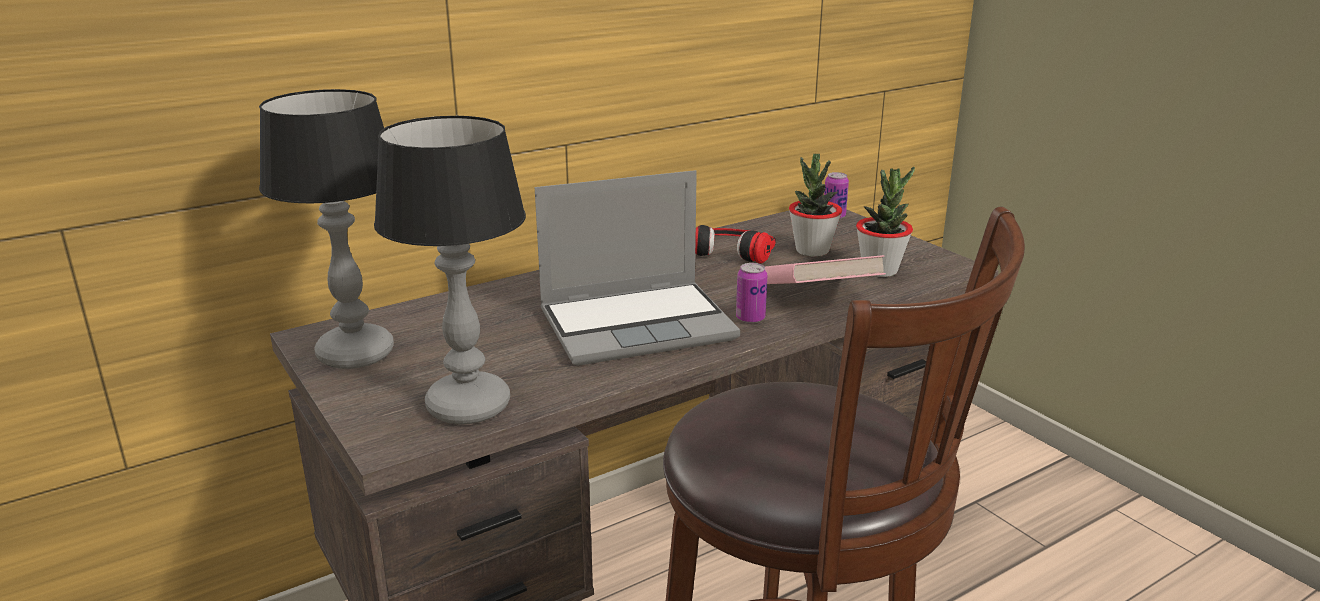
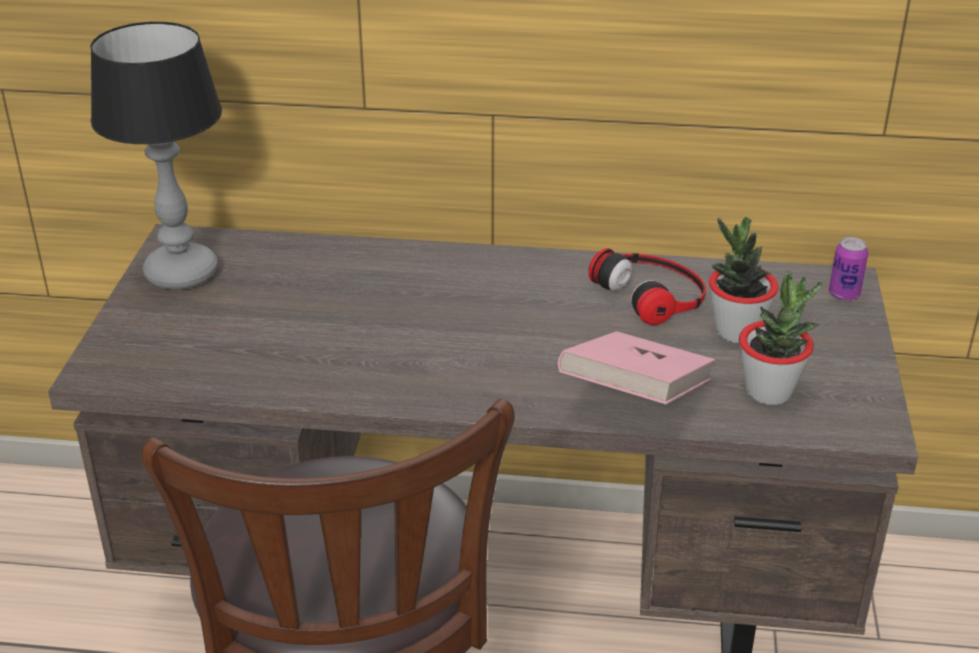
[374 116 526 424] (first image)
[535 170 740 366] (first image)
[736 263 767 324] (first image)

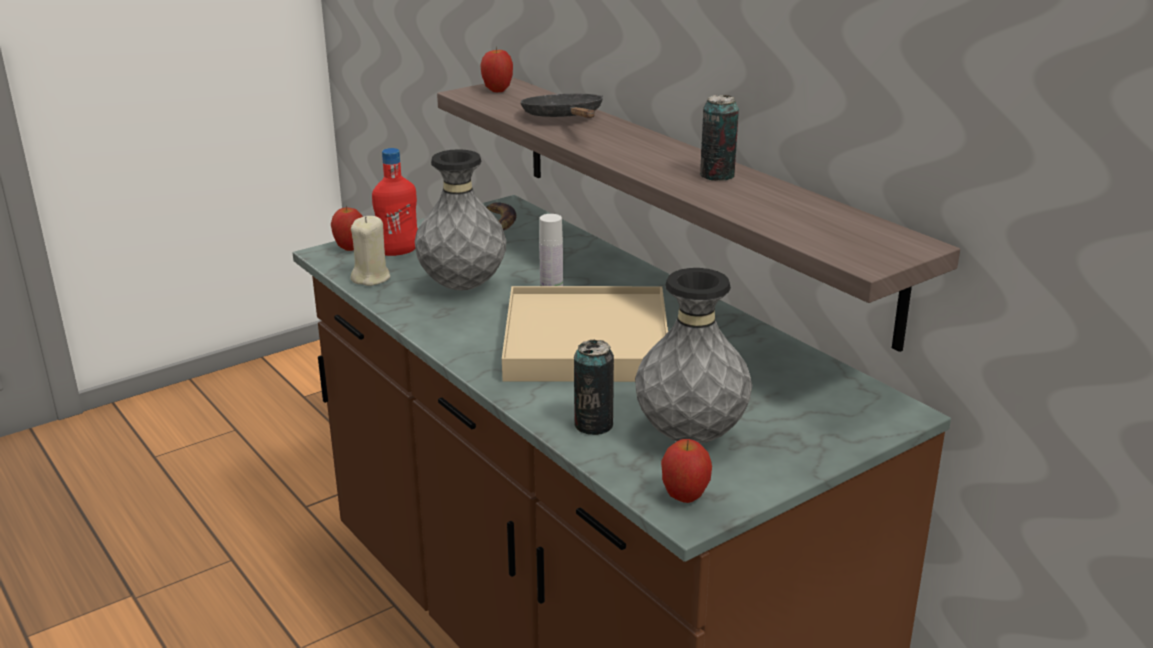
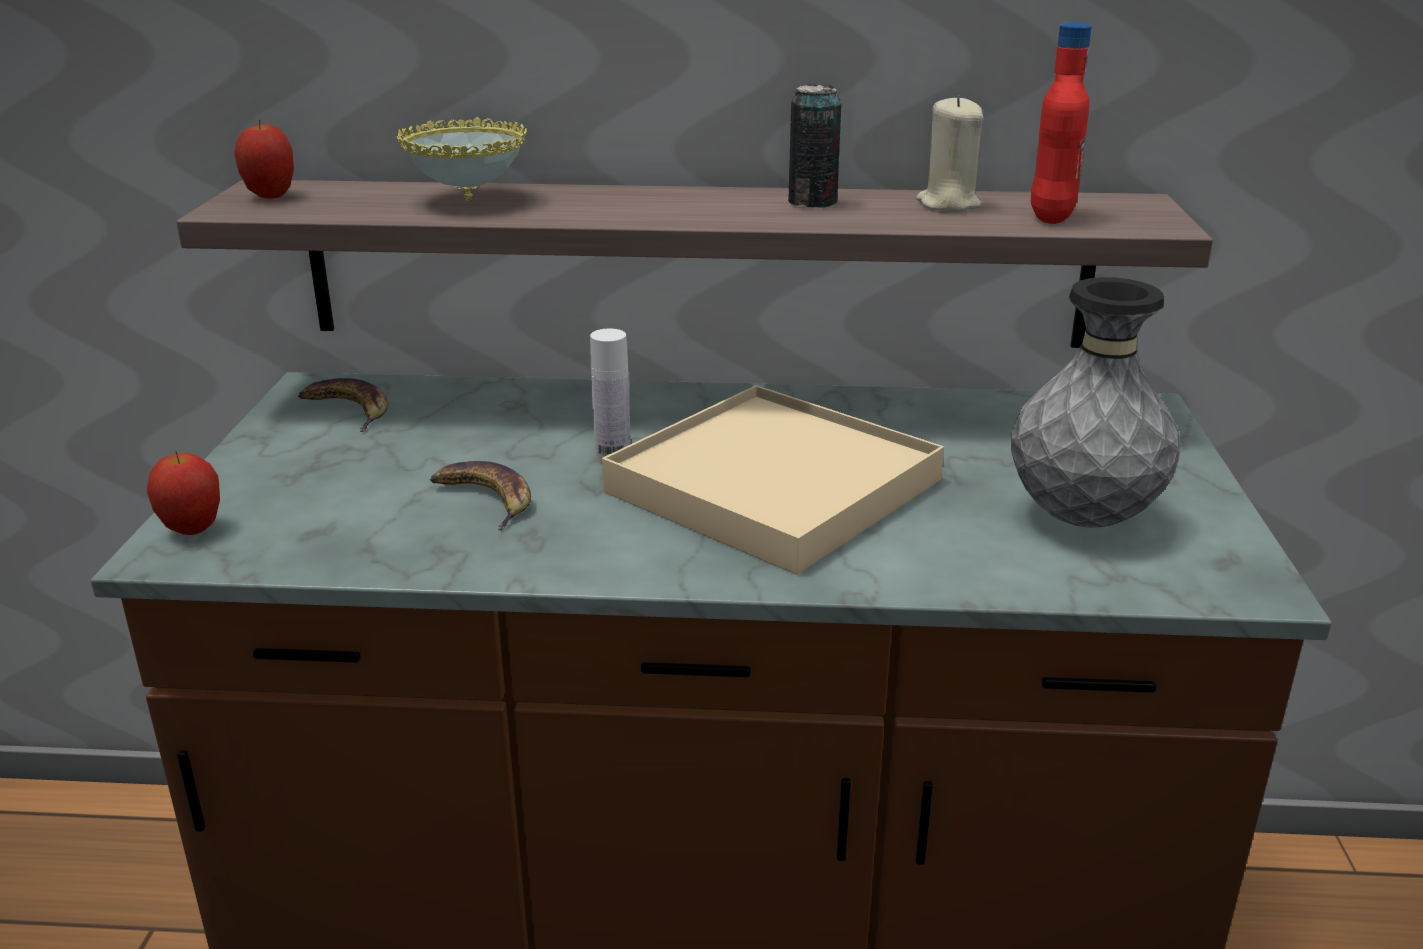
[916 95 983 212]
[1031 22 1092 224]
[430 461 531 530]
[397 117 527 201]
[574 340 614 435] (first image)
[661 439 712 503] (first image)

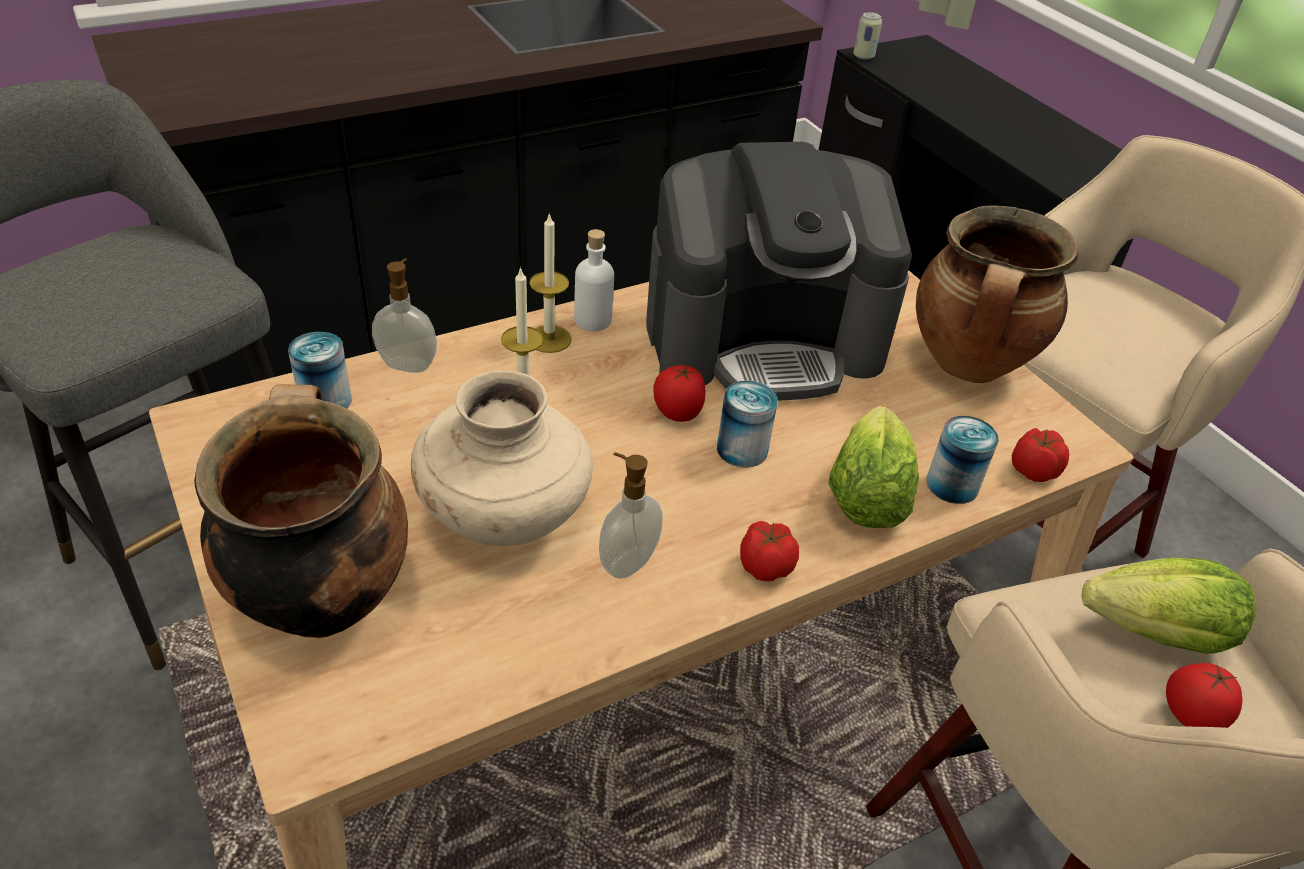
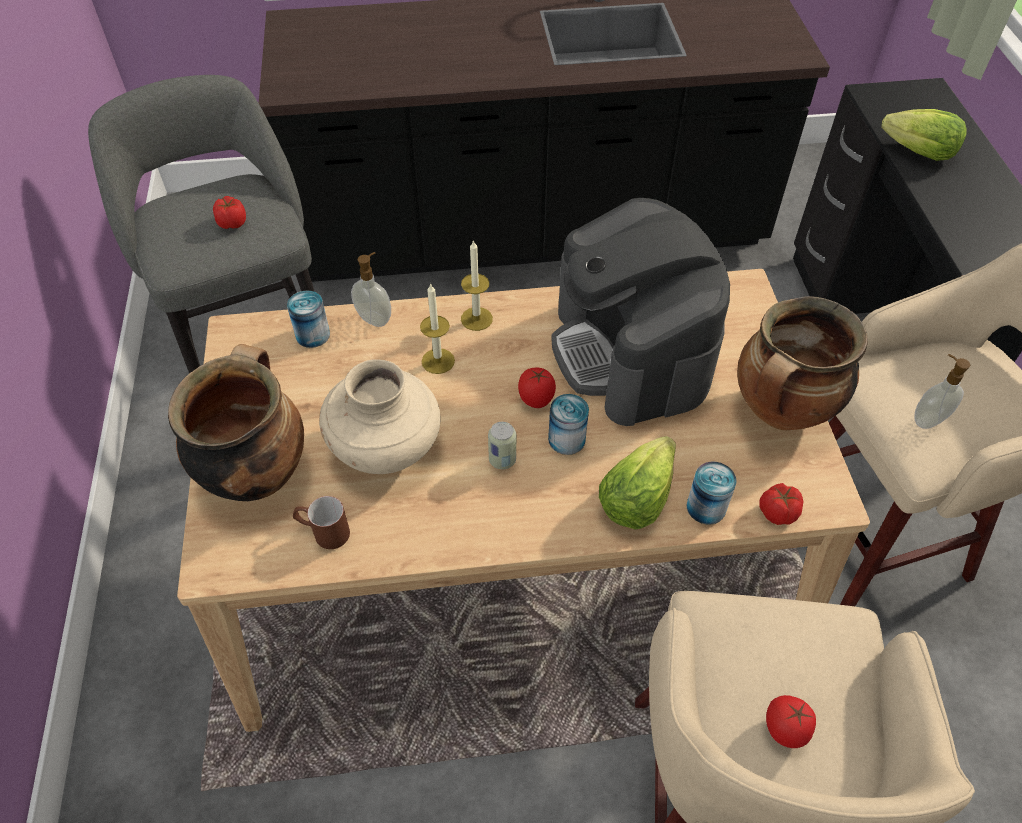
[574 229 614 331] (first image)
[914 354 970 429]
[551 198 730 426]
[213 196 246 229]
[488 422 516 469]
[881 109 967 161]
[293 496 350 549]

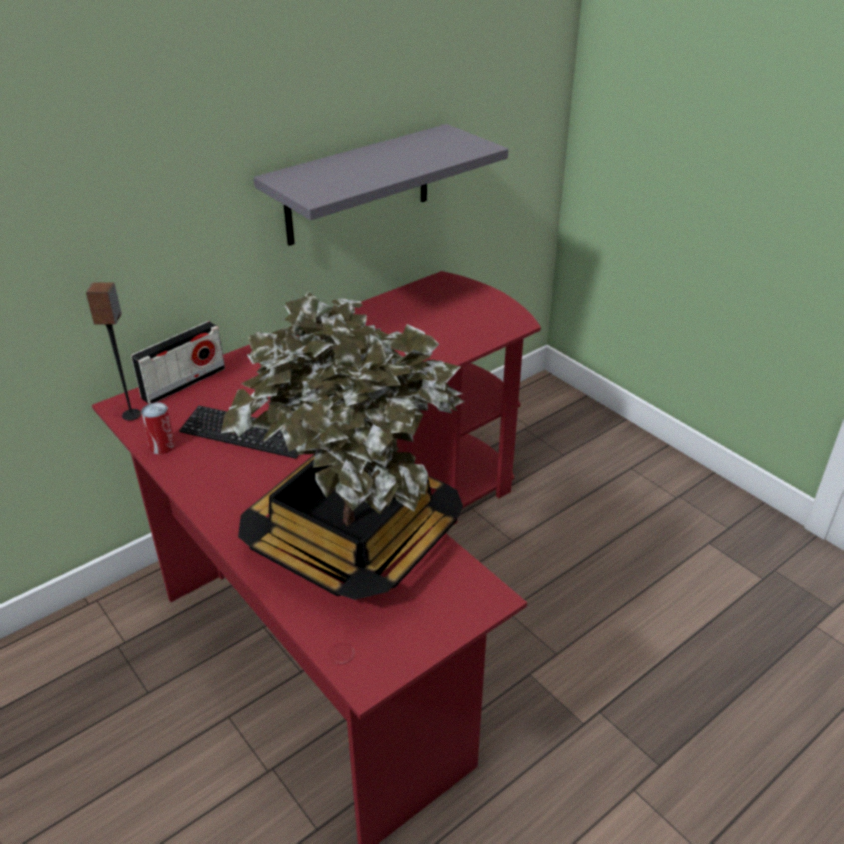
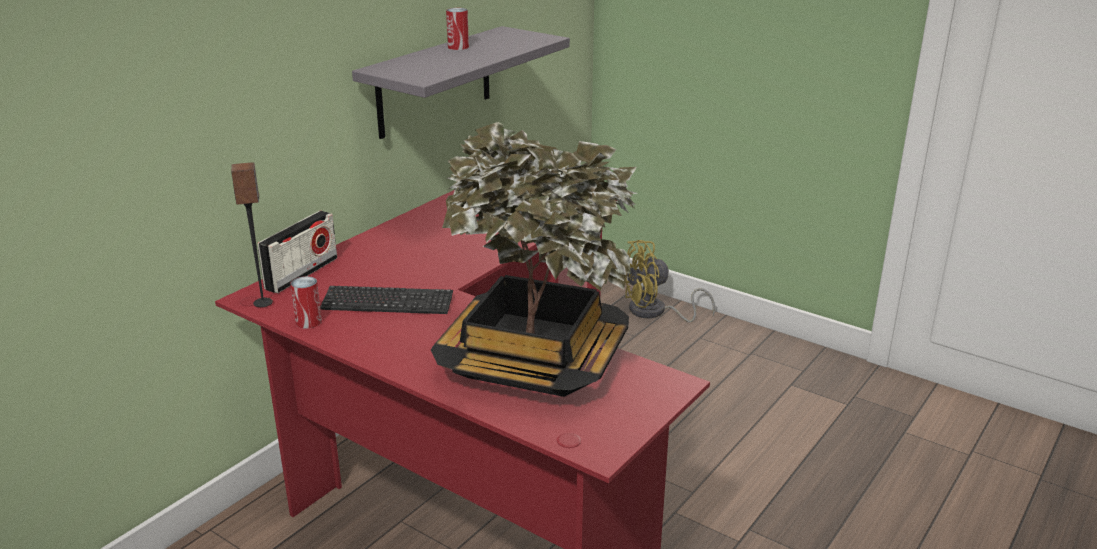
[446 8 469 50]
[625 240 715 322]

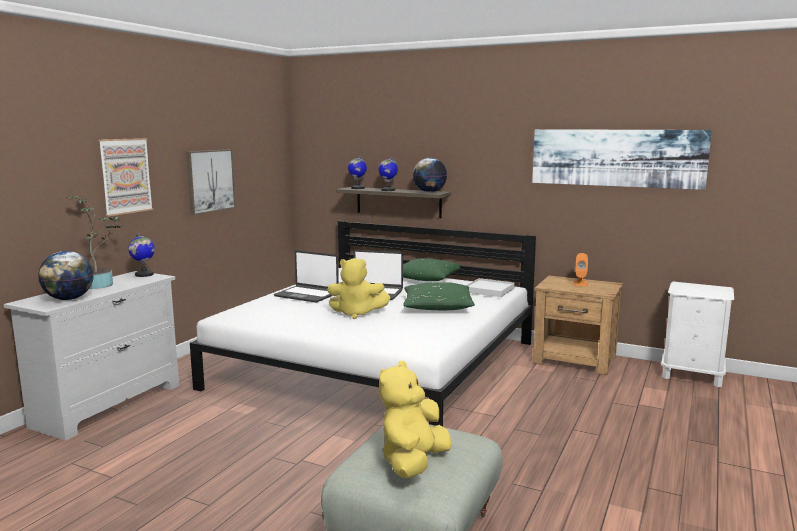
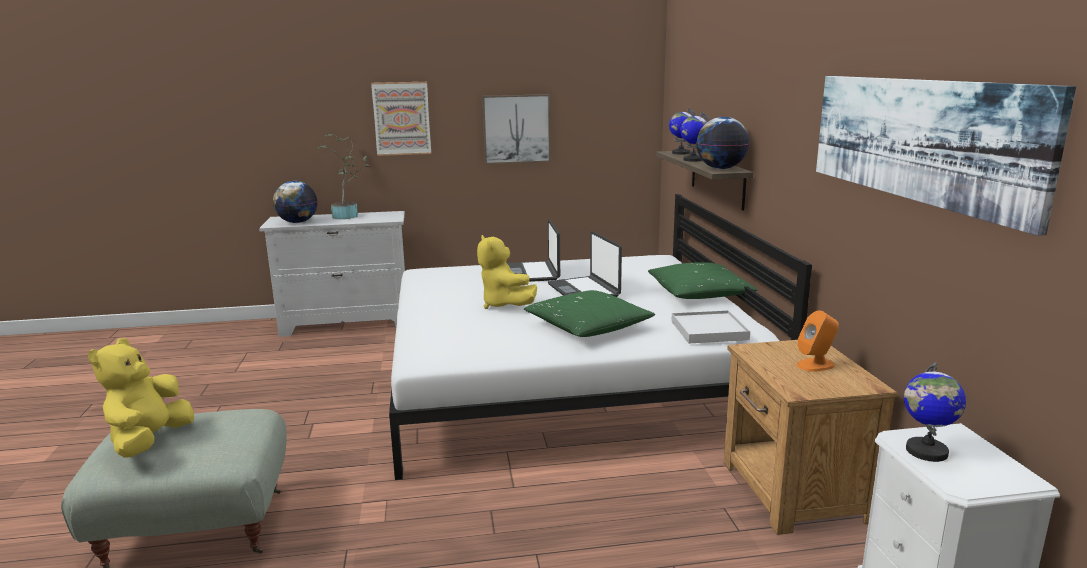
[904 362 966 462]
[88 338 194 458]

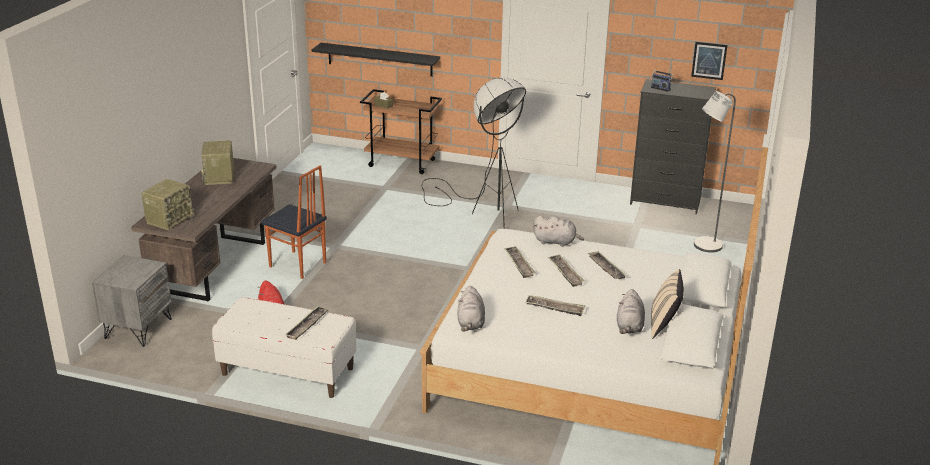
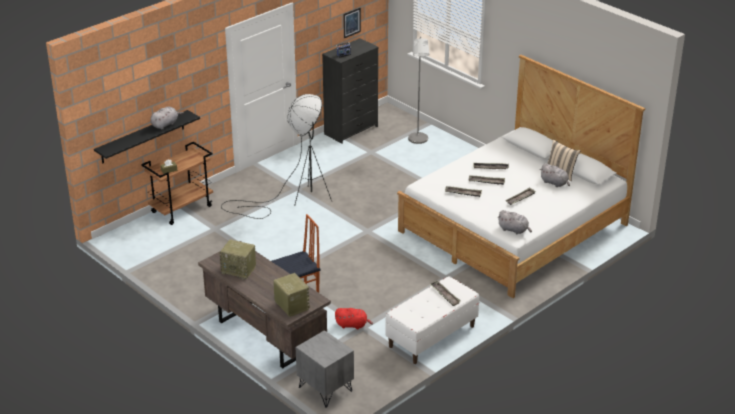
[150 107 184 130]

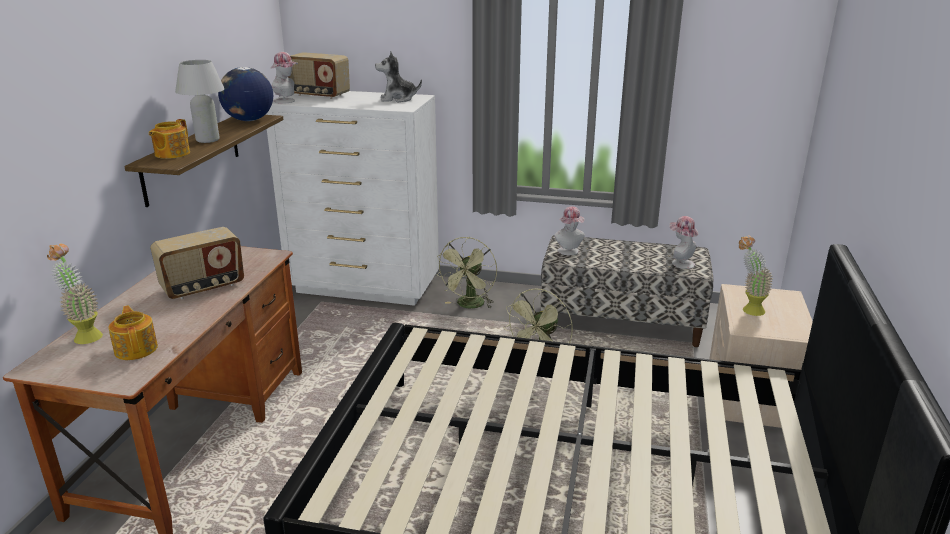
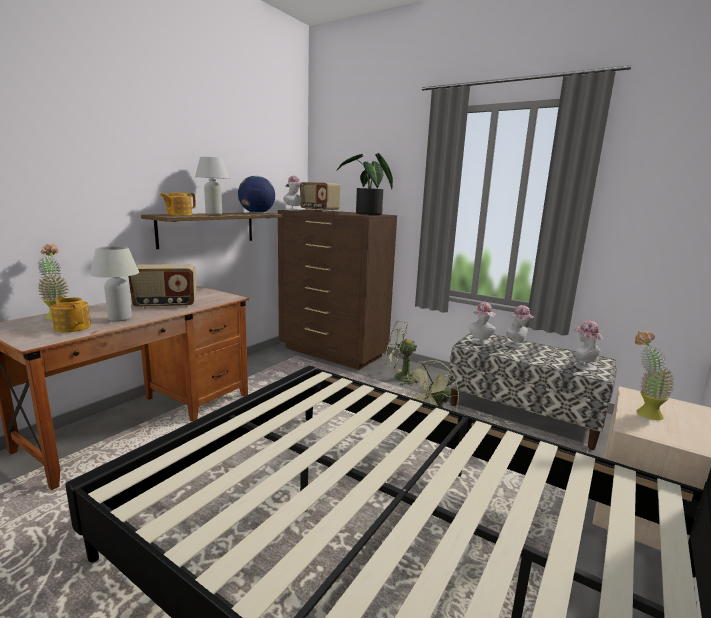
[51 296 91 332]
[278 210 397 370]
[336 153 393 215]
[385 321 419 386]
[90 246 139 322]
[505 305 535 348]

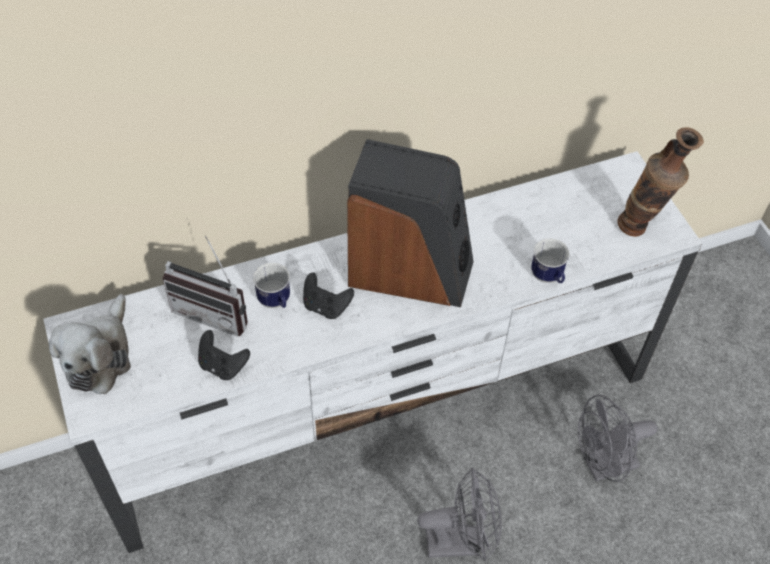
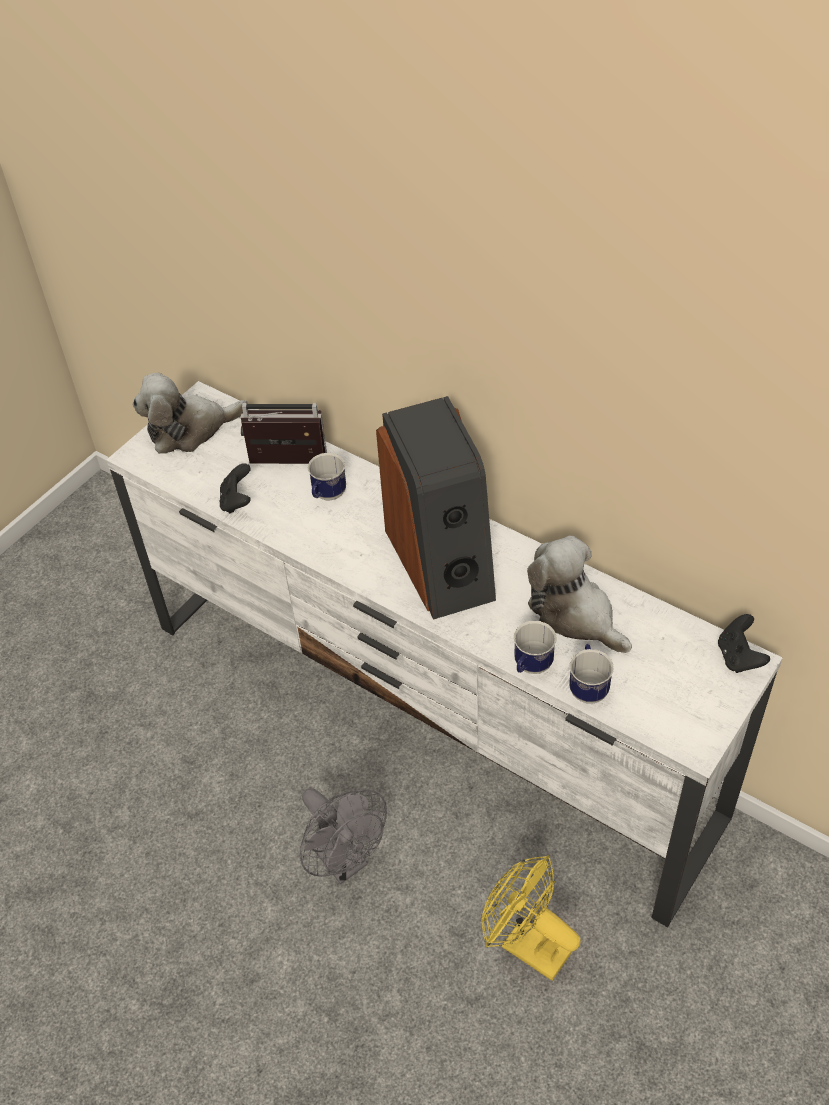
[241 403 327 464]
[718 614 770 673]
[481 855 581 981]
[617 127 704 237] (first image)
[527 535 632 653]
[569 644 614 704]

